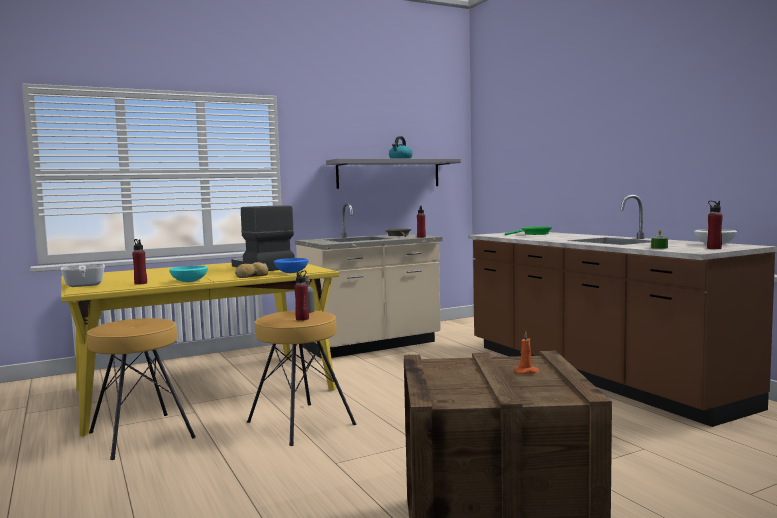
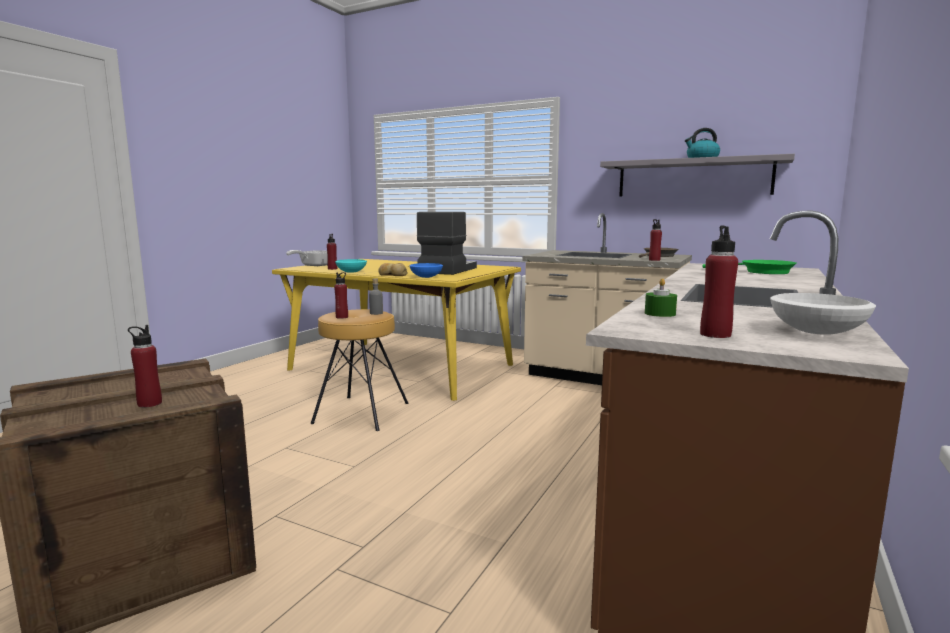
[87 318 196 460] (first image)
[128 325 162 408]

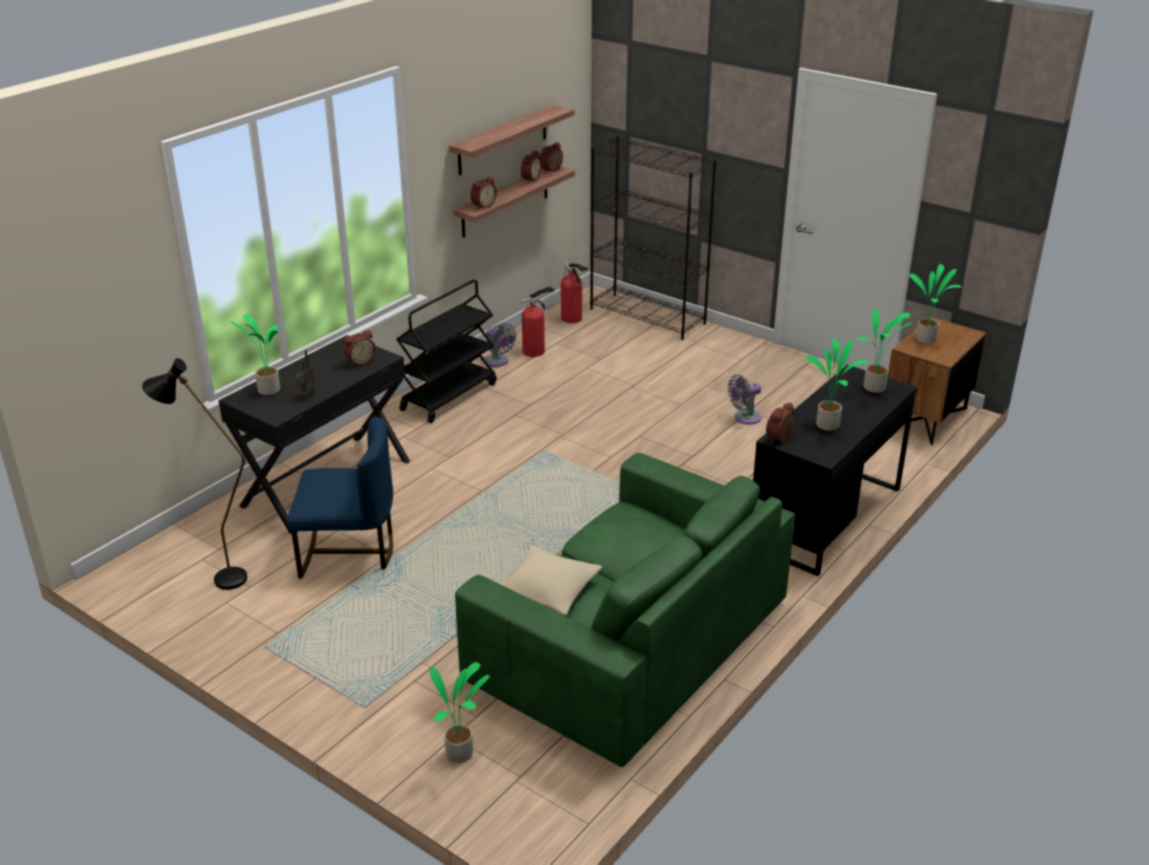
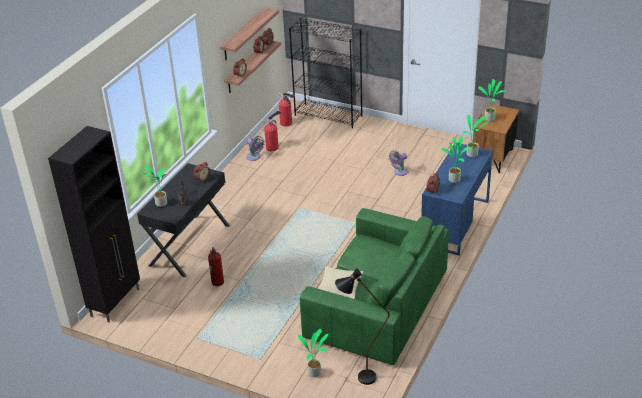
[335 268 390 385]
[208 247 224 286]
[396 280 497 423] (first image)
[421 143 493 256]
[48 126 140 323]

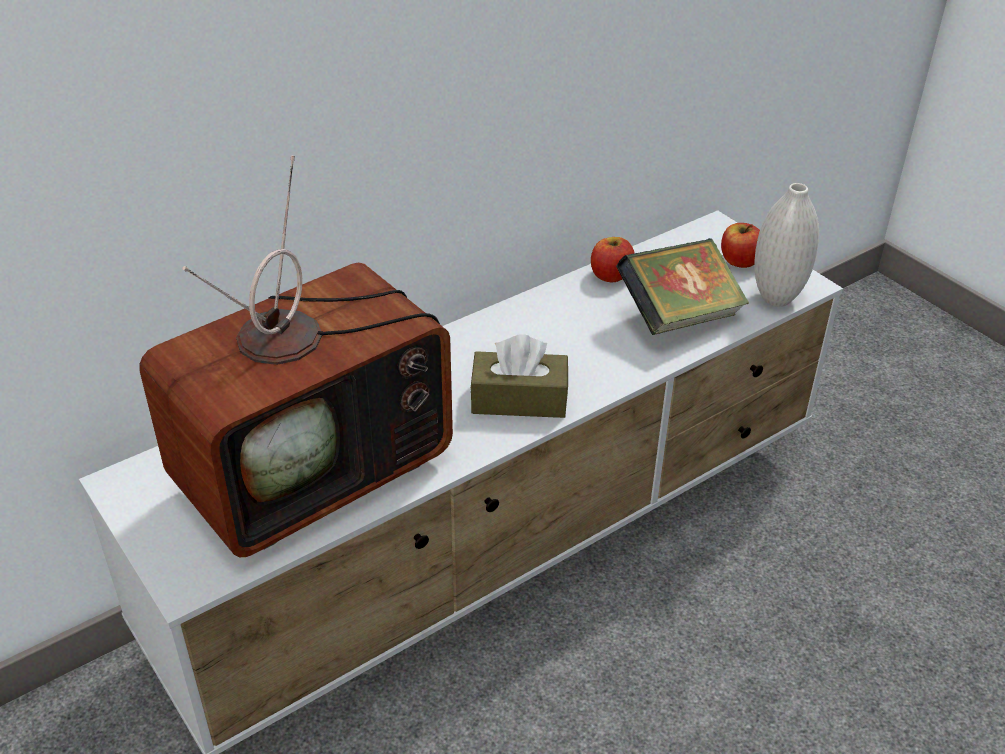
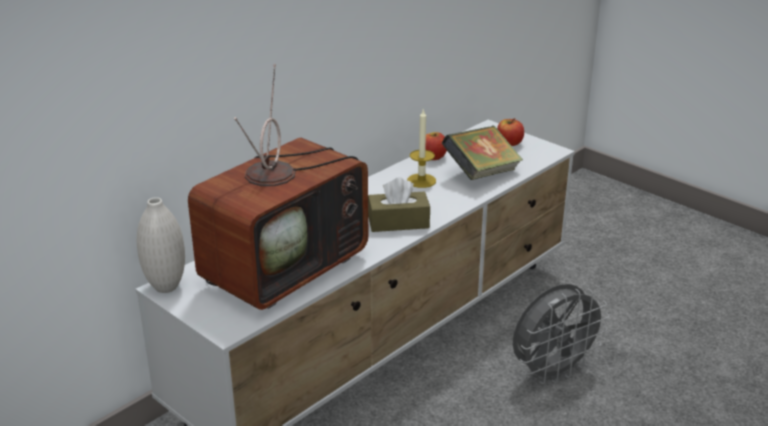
[137 197 185 293]
[407 110 436 188]
[513 284 609 385]

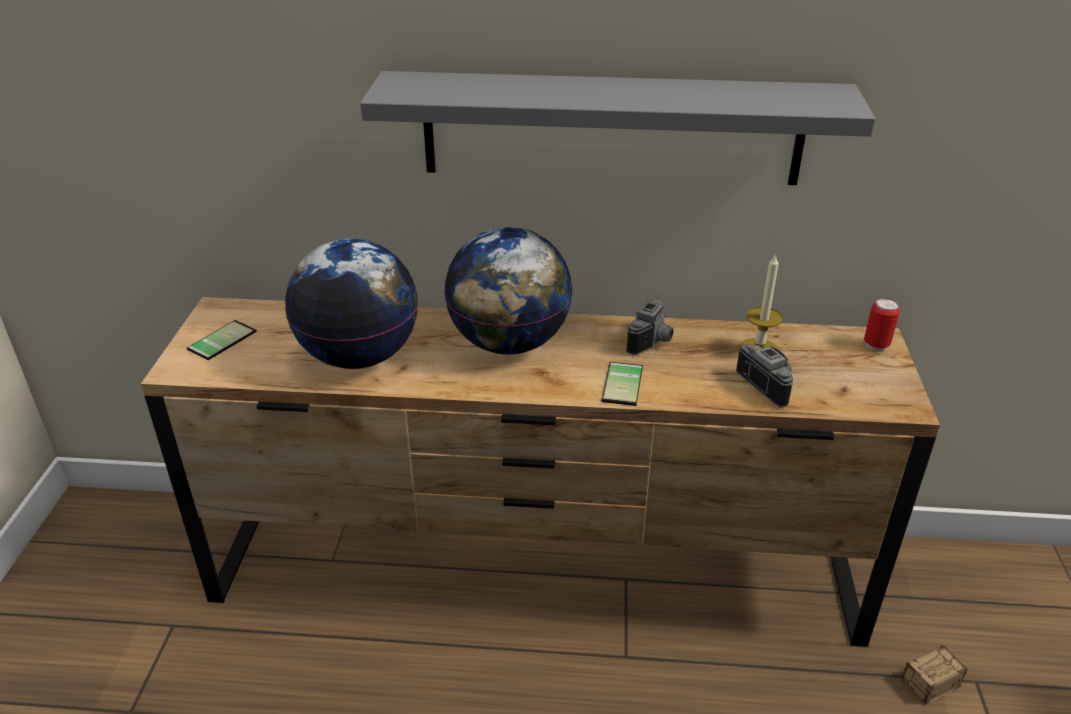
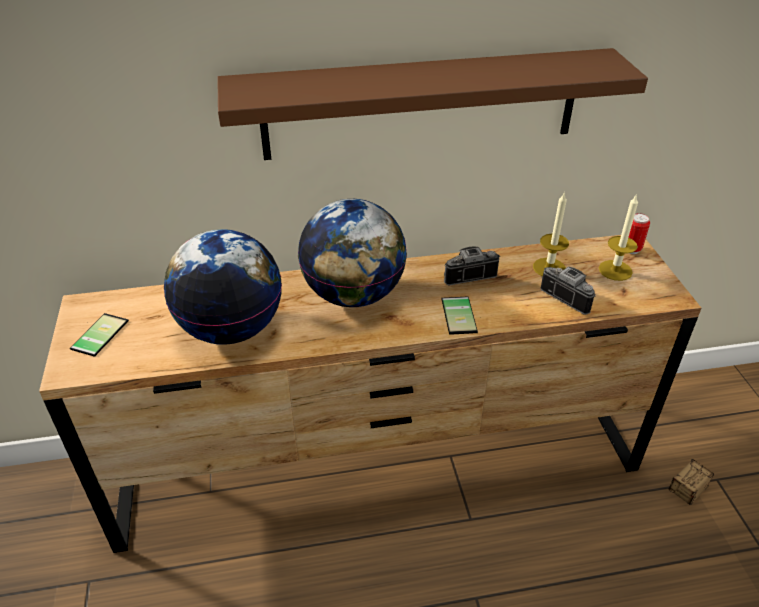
[217 48 648 160]
[444 246 500 285]
[599 195 638 281]

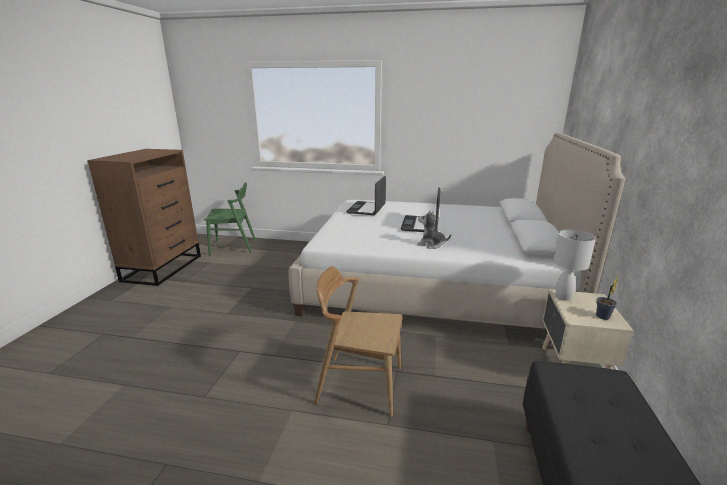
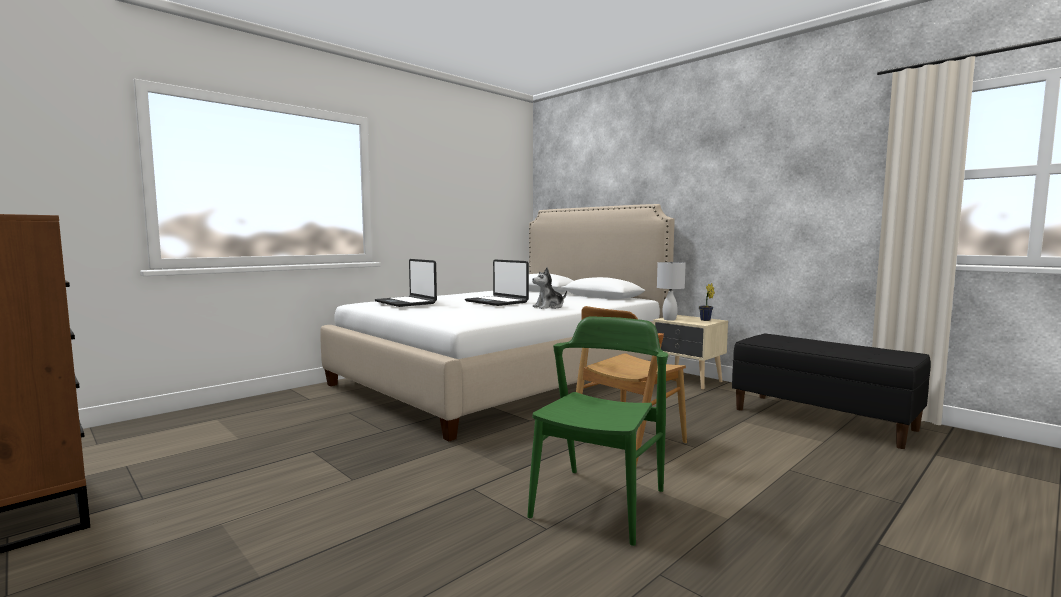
[527 317 668 546]

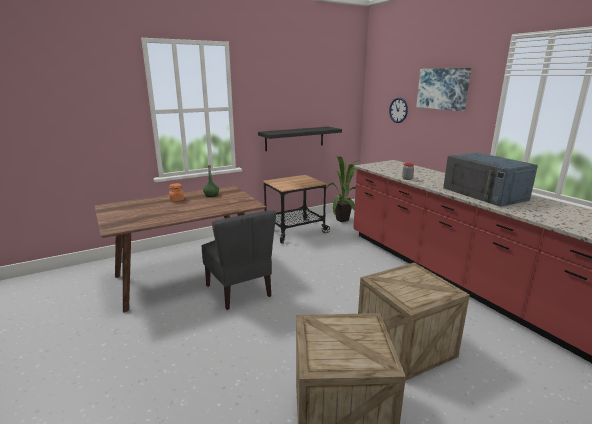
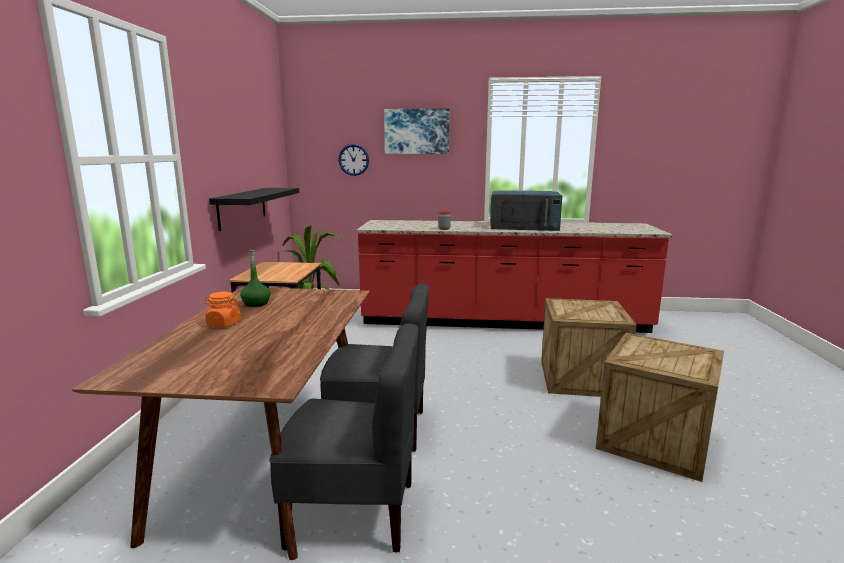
[269 323 418 553]

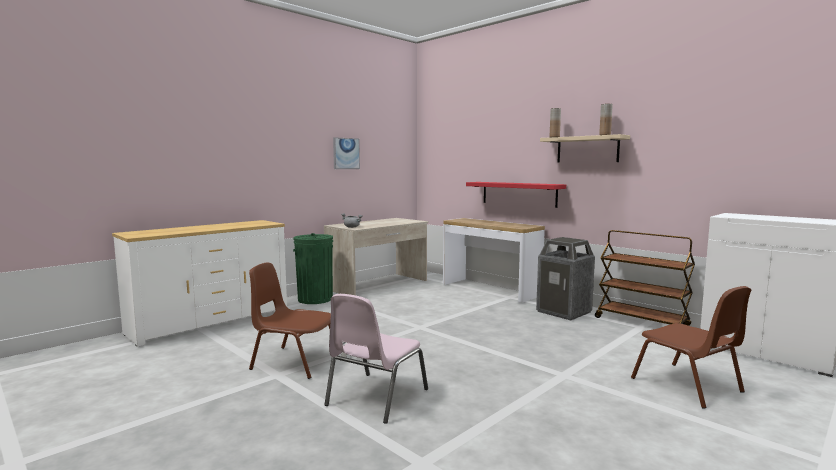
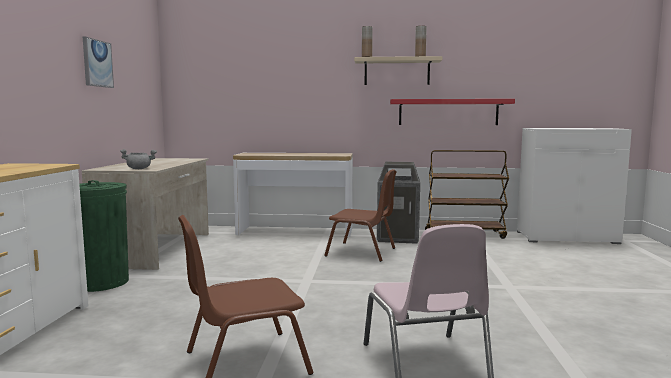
[390 99 515 125]
[324 169 397 262]

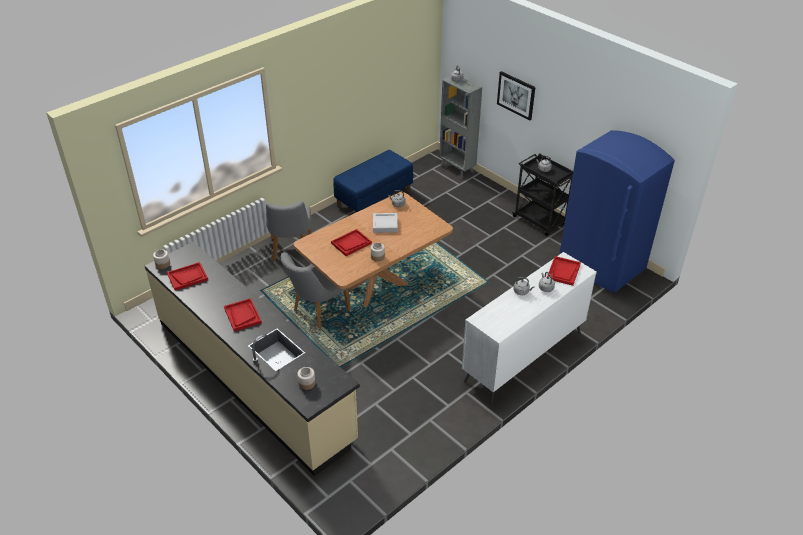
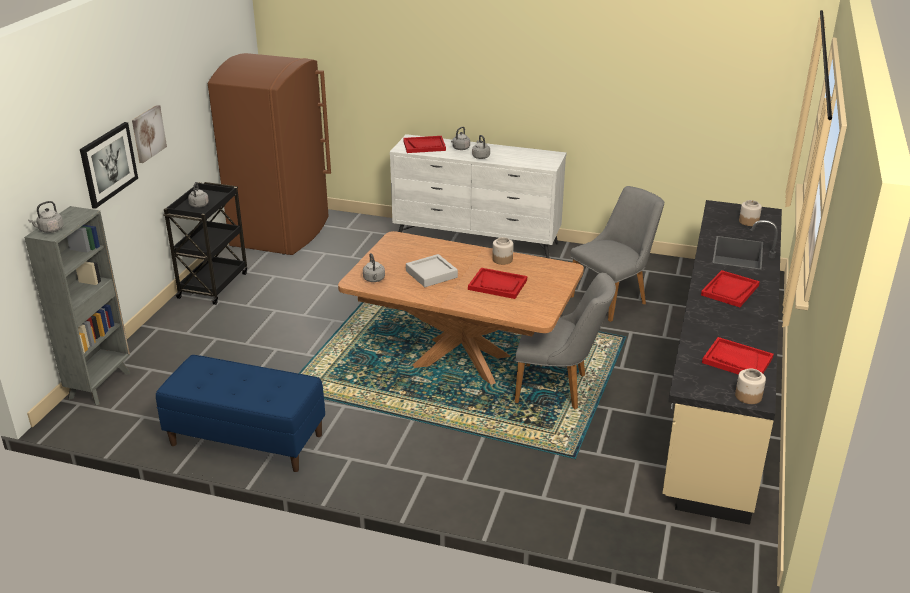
[570 186 664 322]
[208 53 331 255]
[132 105 167 163]

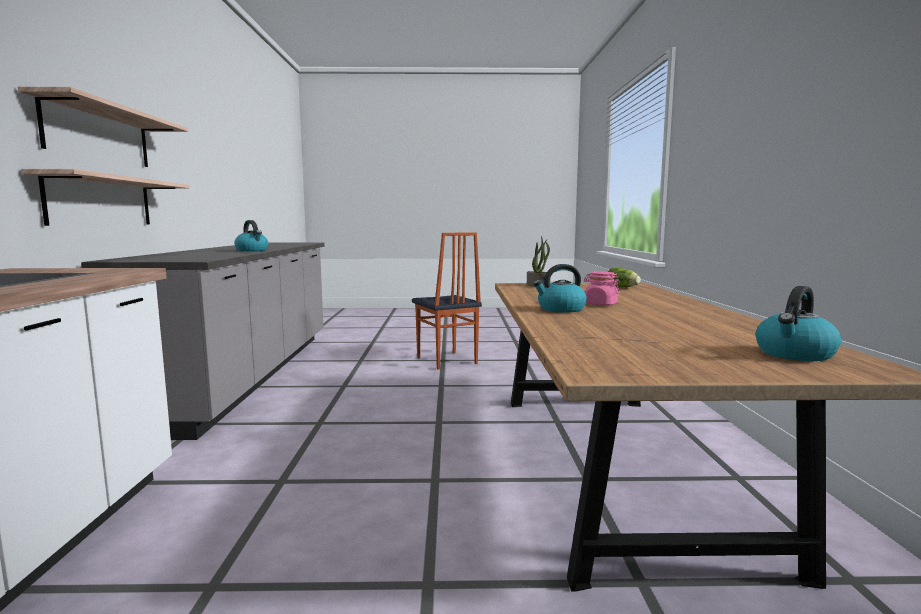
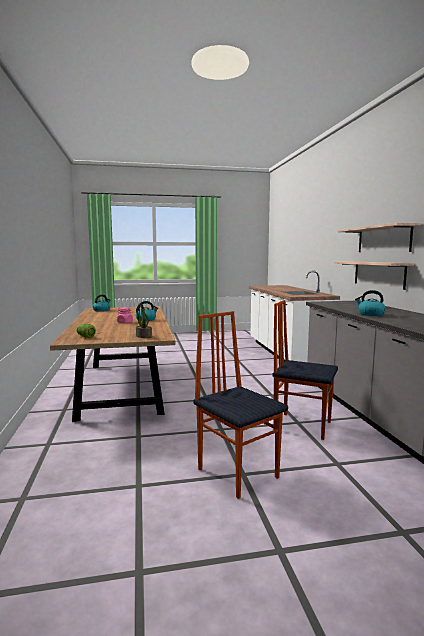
[272 300 338 440]

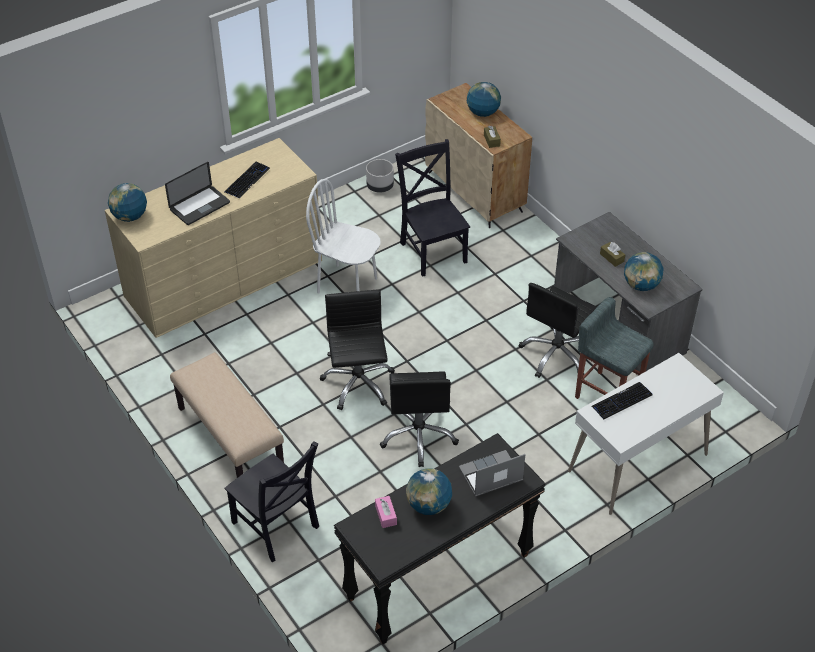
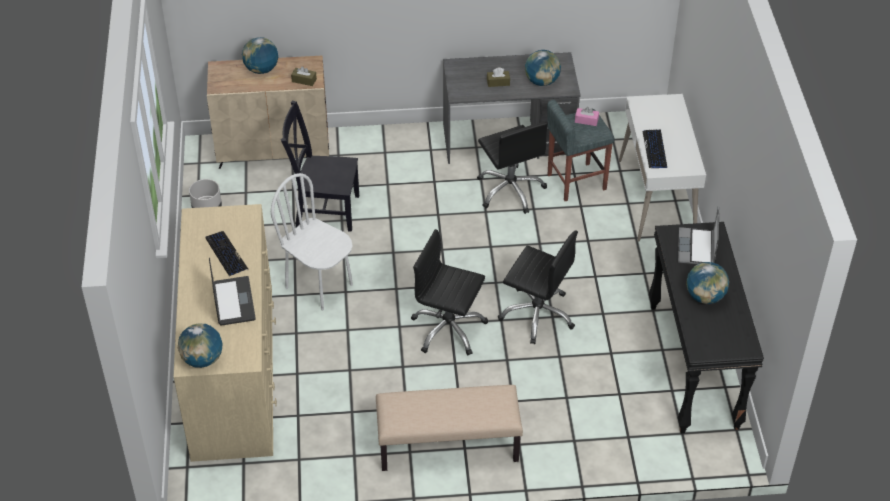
[225 441 319 562] (first image)
[271 173 353 311]
[575 107 599 126]

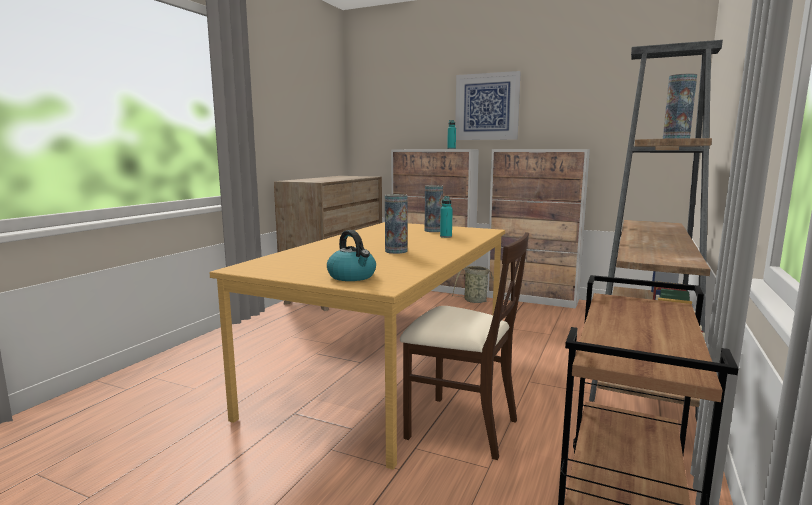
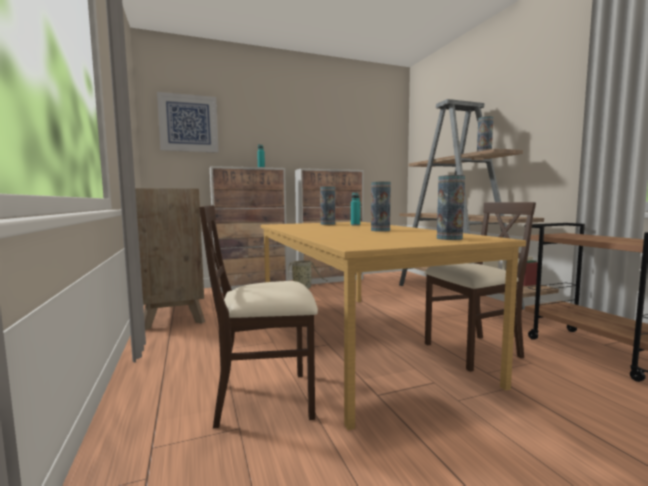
[437 175 465 240]
[157 92 219 153]
[199 205 318 428]

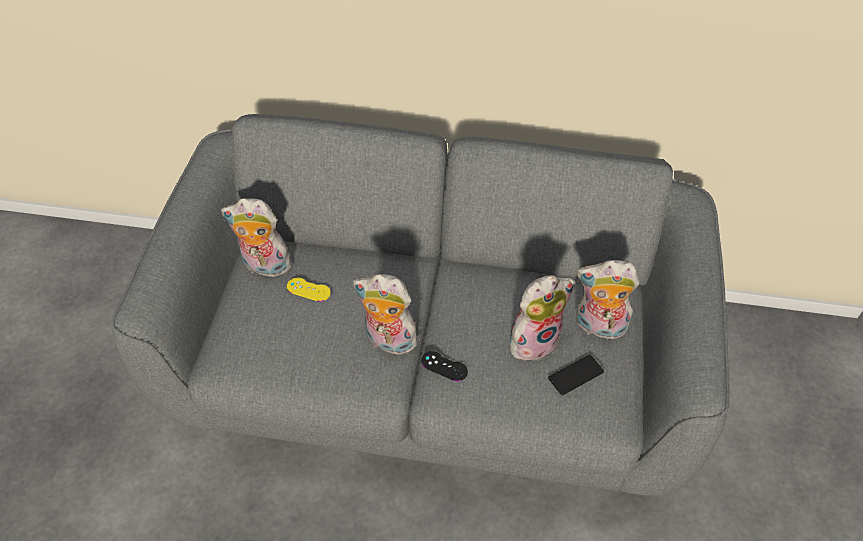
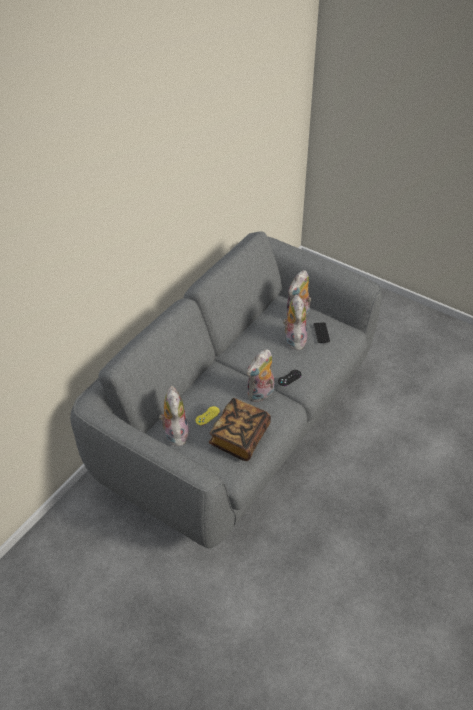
[159 386 189 446]
[209 398 271 461]

